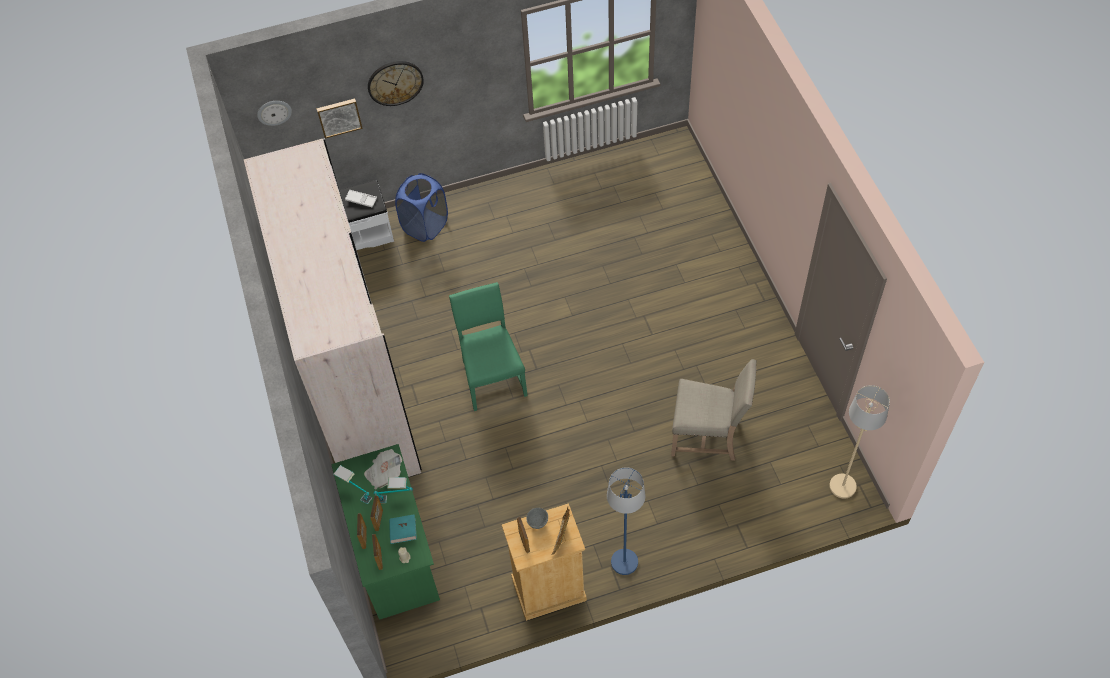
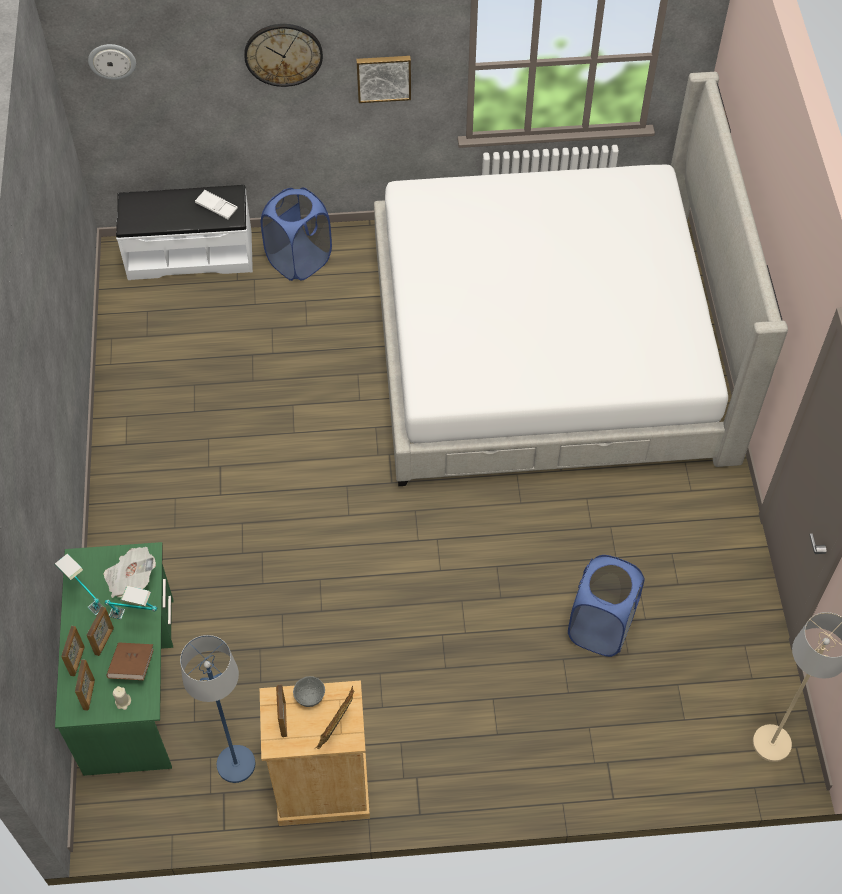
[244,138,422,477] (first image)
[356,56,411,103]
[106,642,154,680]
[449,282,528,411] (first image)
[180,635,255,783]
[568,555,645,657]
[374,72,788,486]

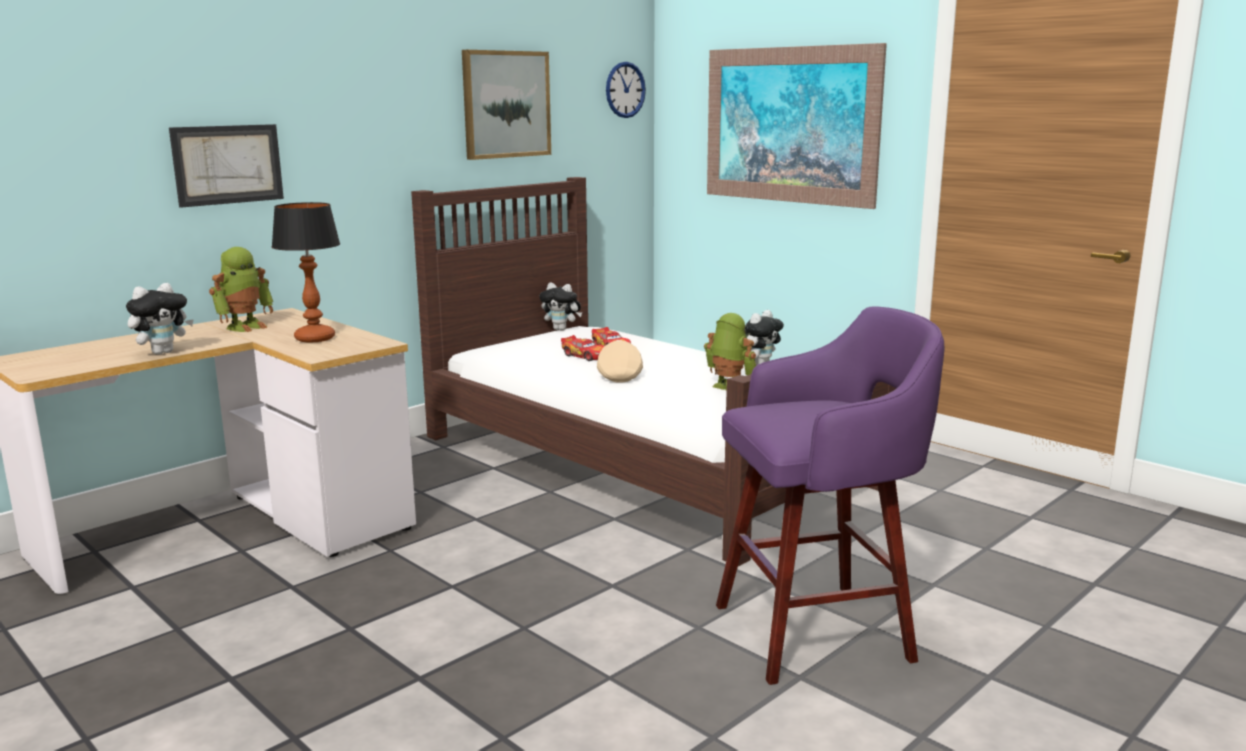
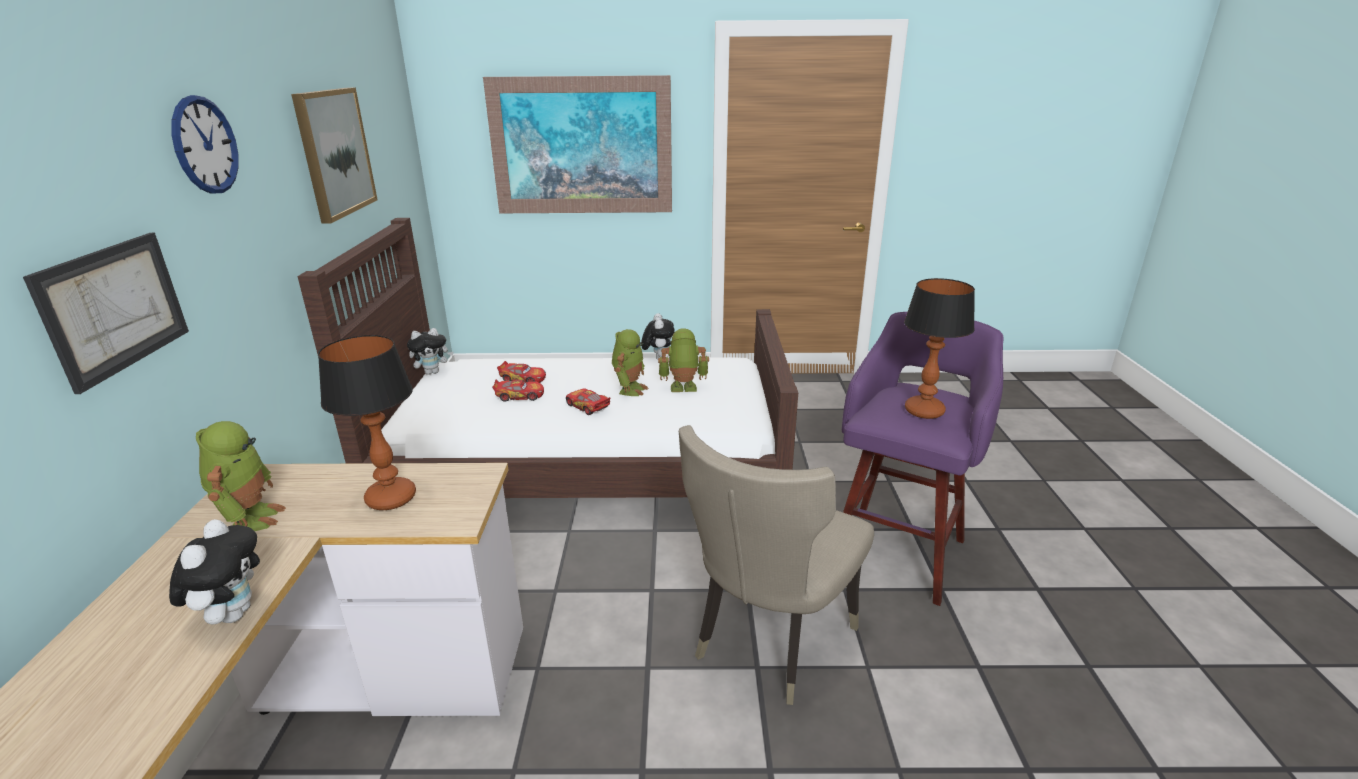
[566,388,610,415]
[172,95,239,193]
[612,329,649,396]
[679,425,874,705]
[904,278,975,419]

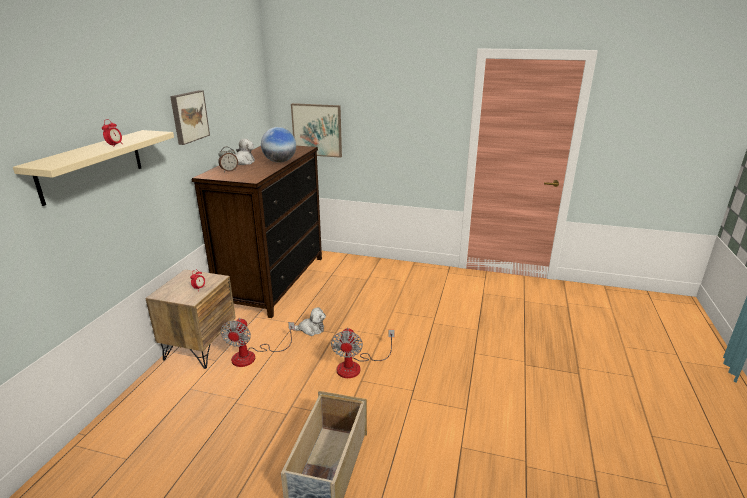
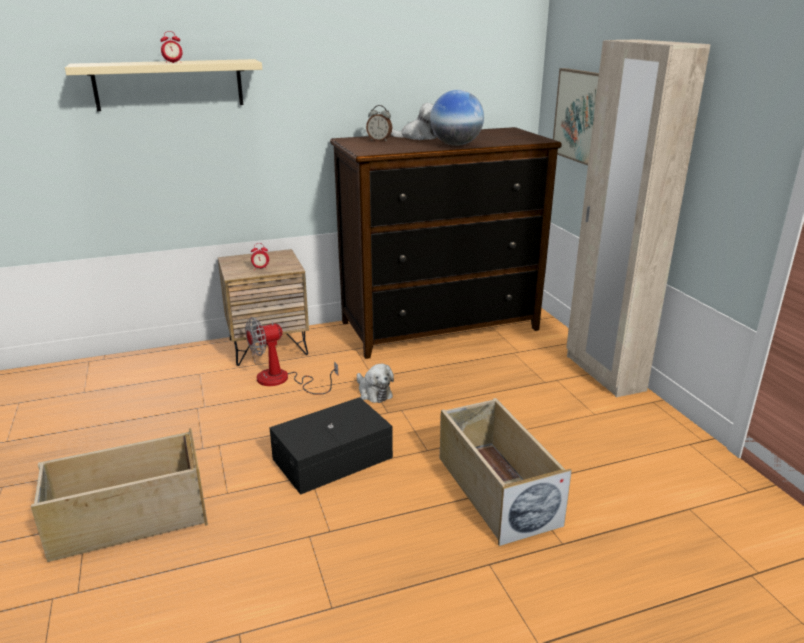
[170,90,210,145] (first image)
[270,397,393,495]
[440,398,572,546]
[566,39,711,397]

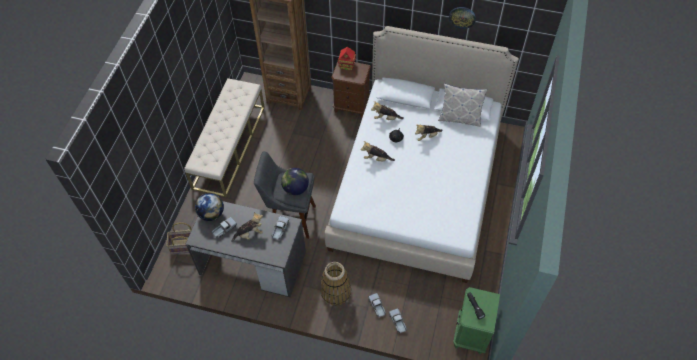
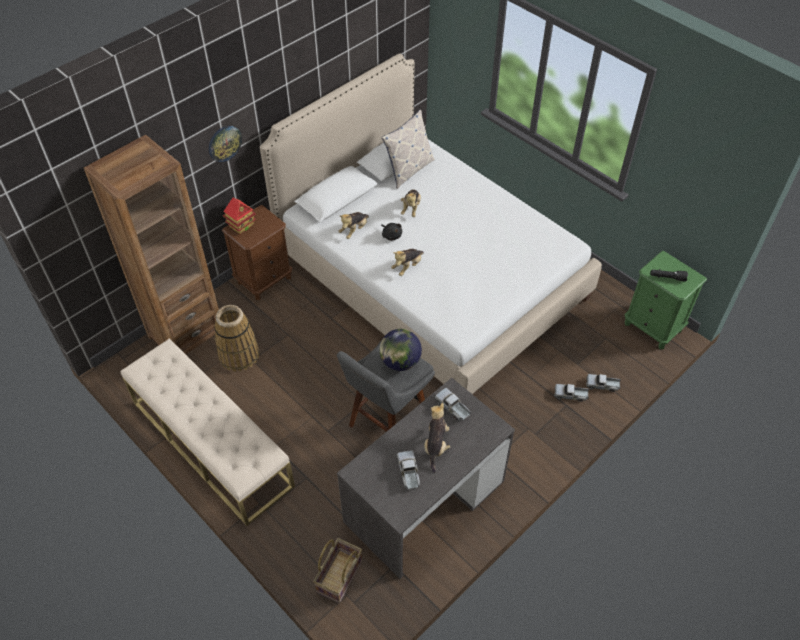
[195,193,224,221] (first image)
[214,305,259,372]
[209,126,242,162]

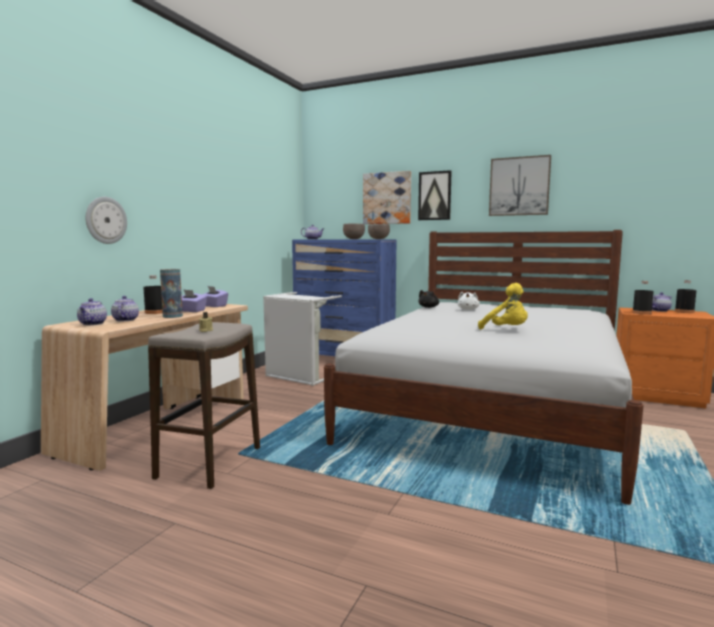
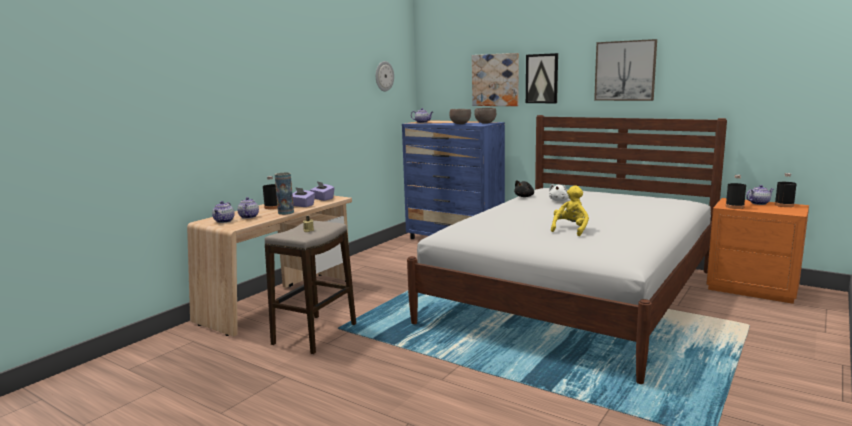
[376,61,394,91]
[263,292,342,386] (first image)
[551,185,589,236]

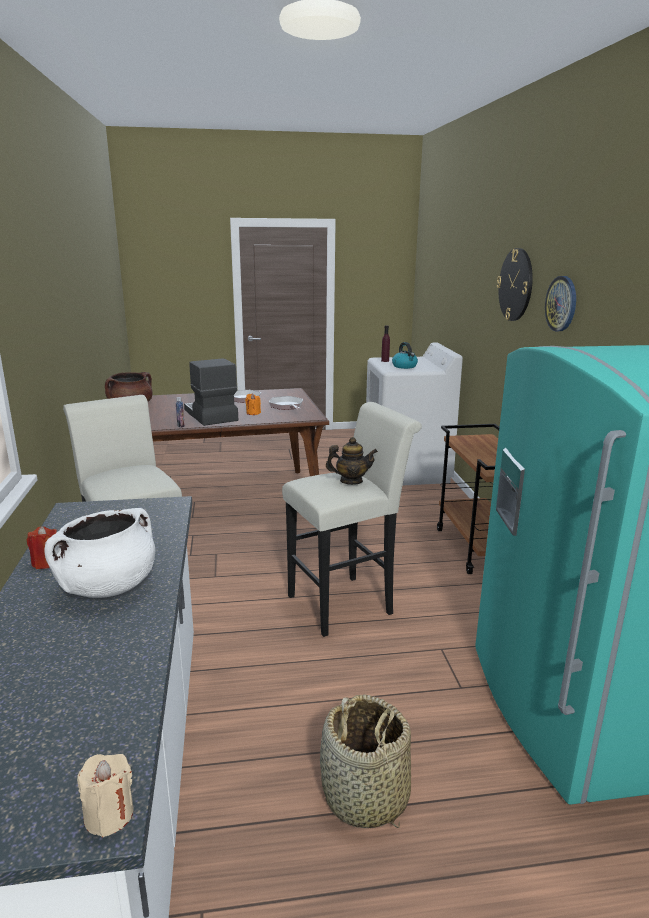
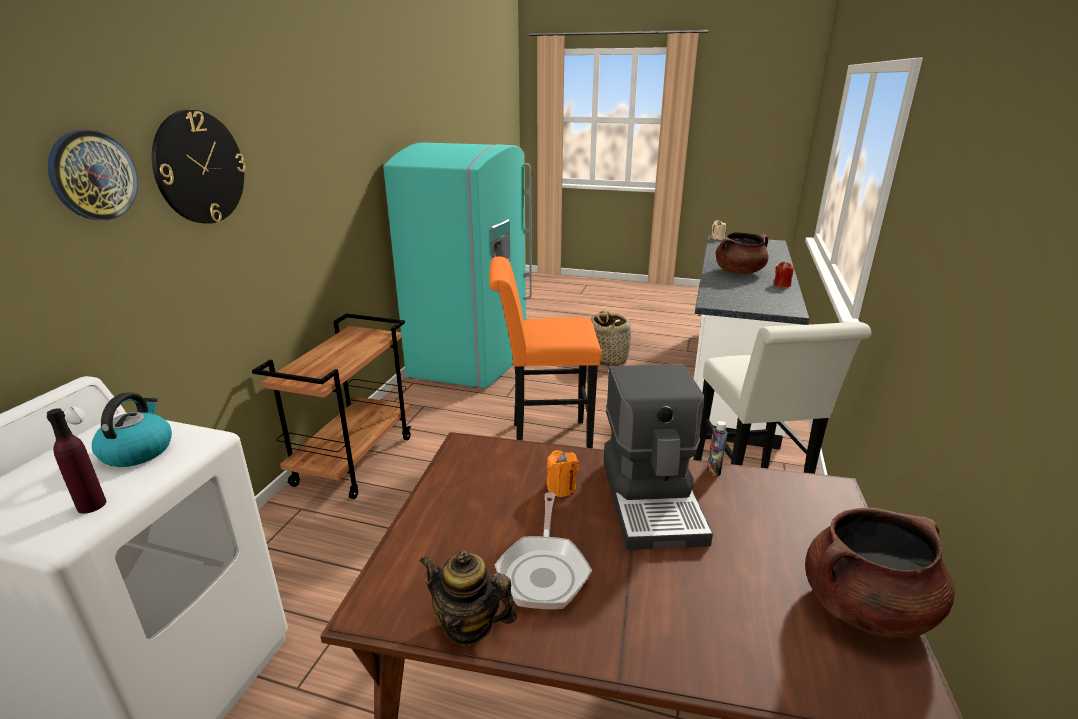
[716,232,769,274]
[269,396,303,410] (first image)
[489,256,602,448]
[419,550,517,646]
[48,130,138,220]

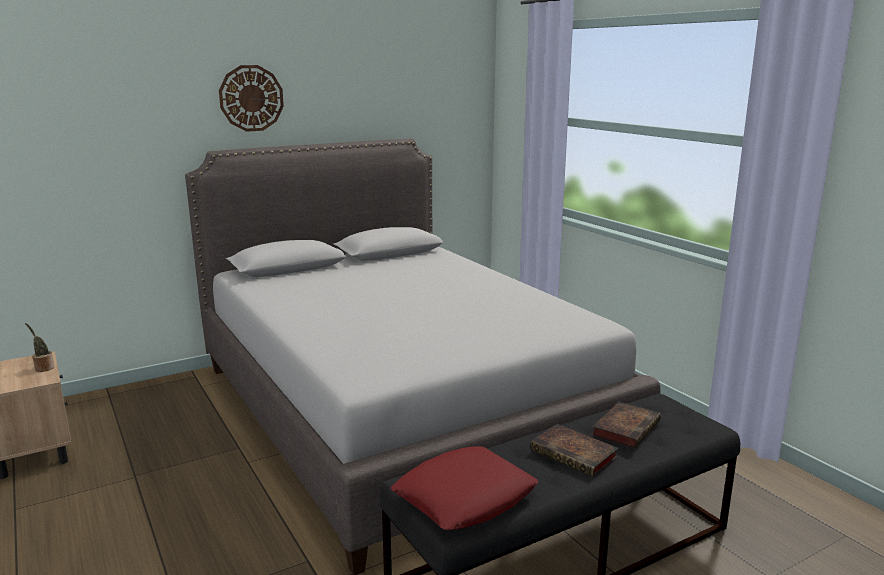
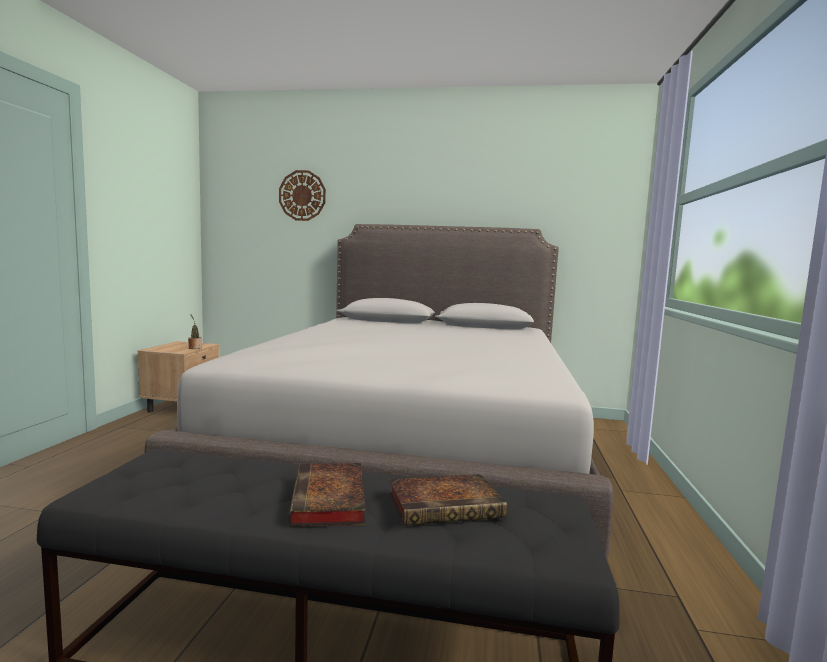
[279,170,326,221]
[391,446,538,530] (first image)

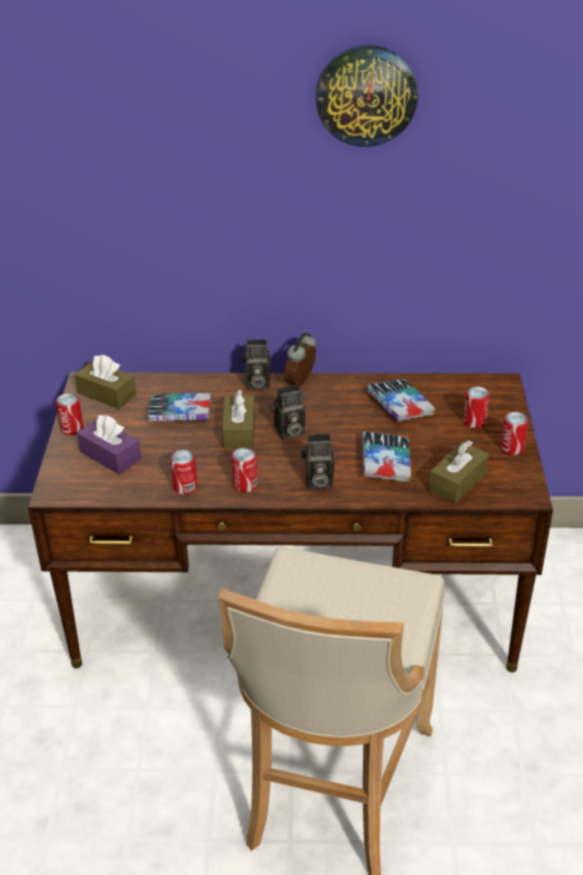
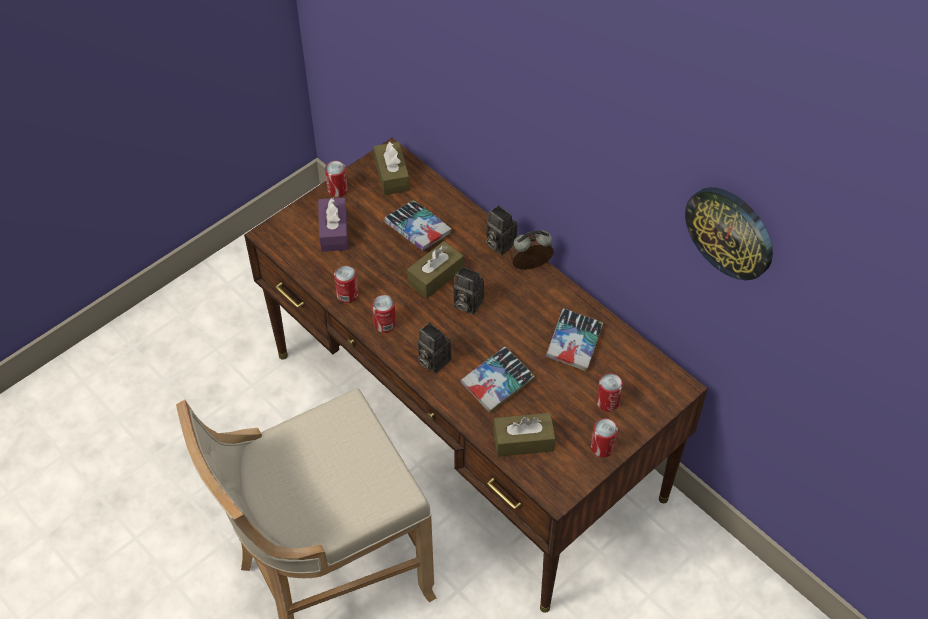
[685,187,773,280]

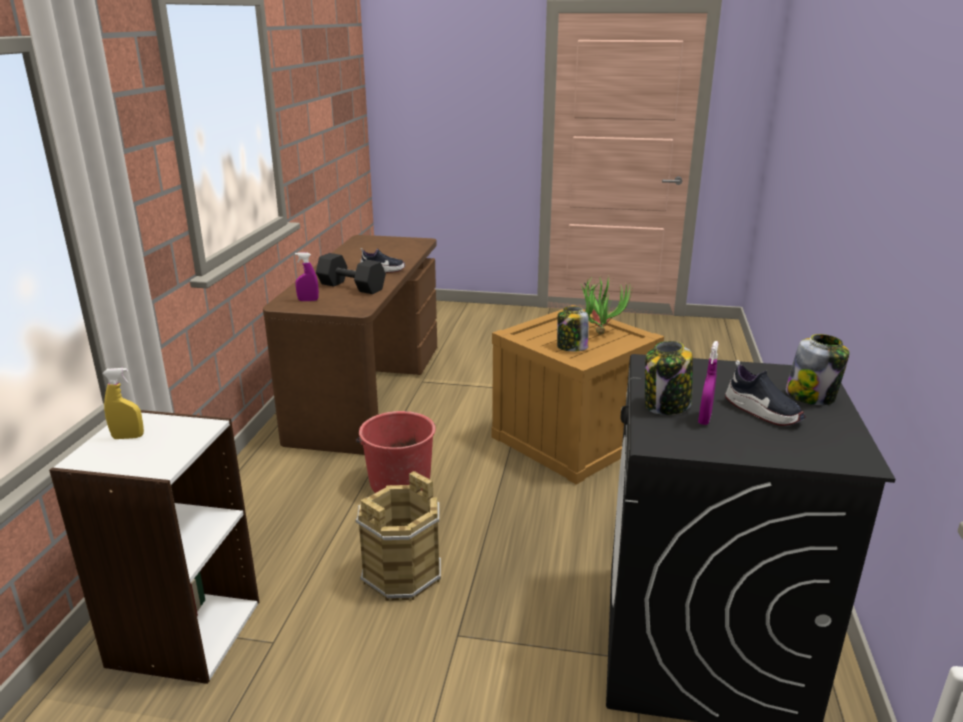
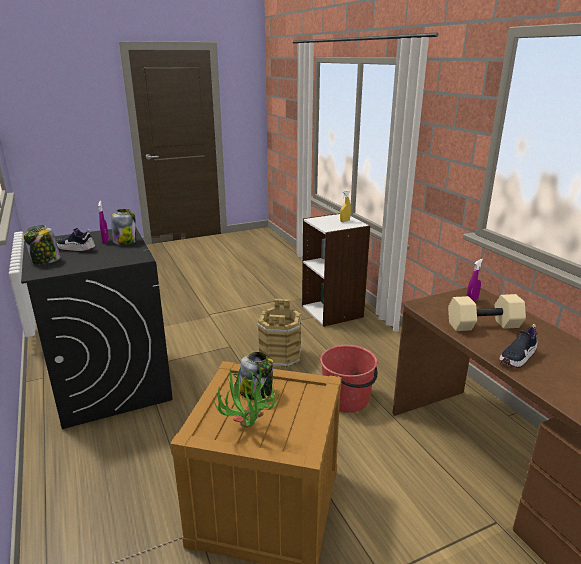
[448,294,526,331]

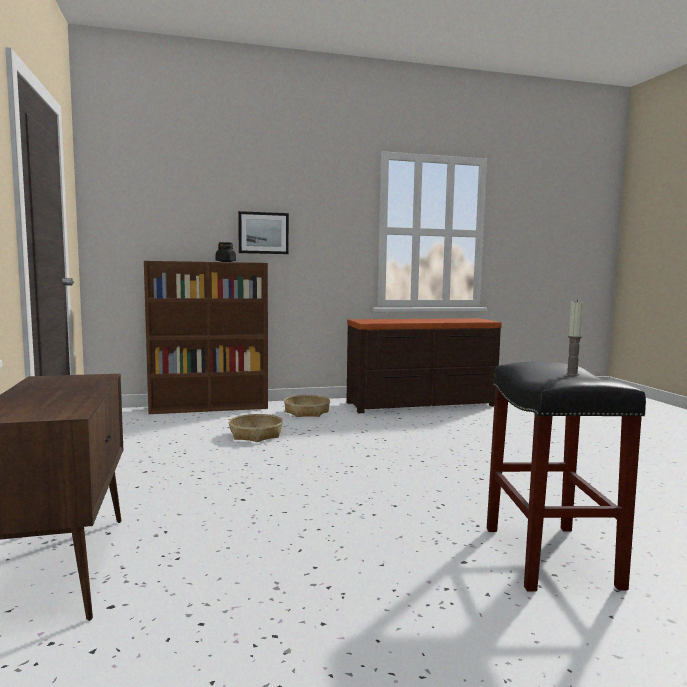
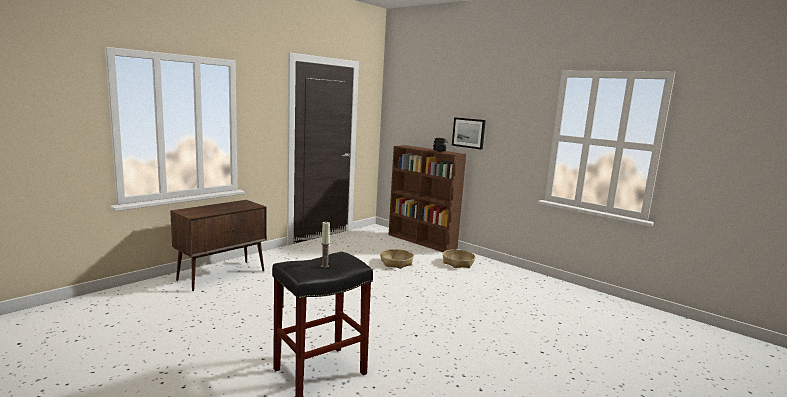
[346,318,502,413] (first image)

